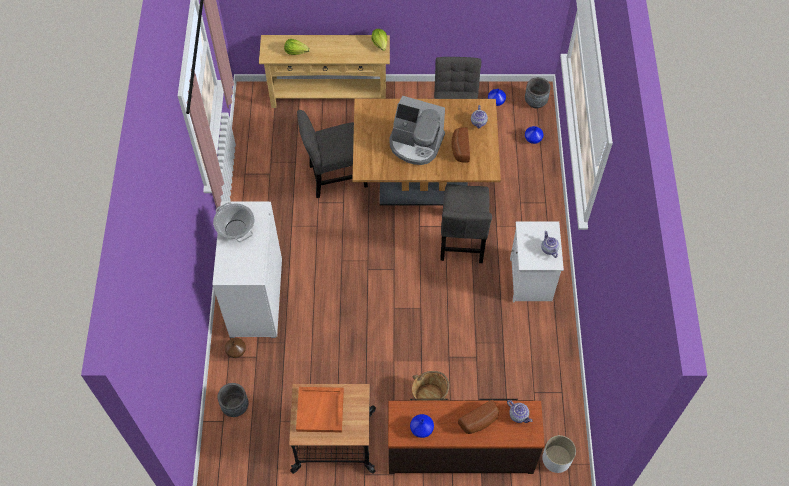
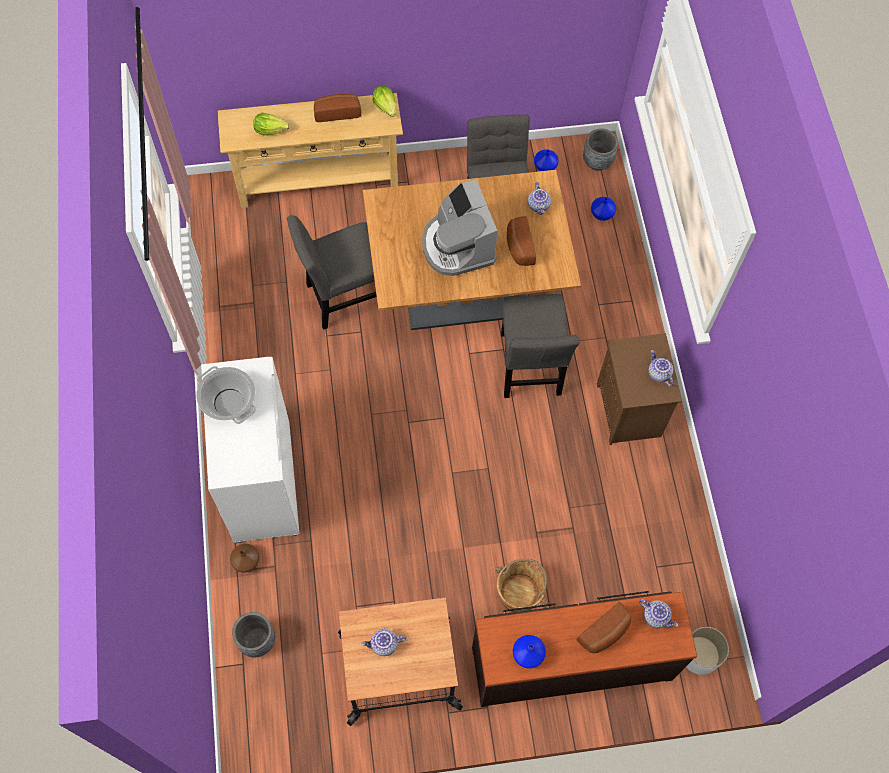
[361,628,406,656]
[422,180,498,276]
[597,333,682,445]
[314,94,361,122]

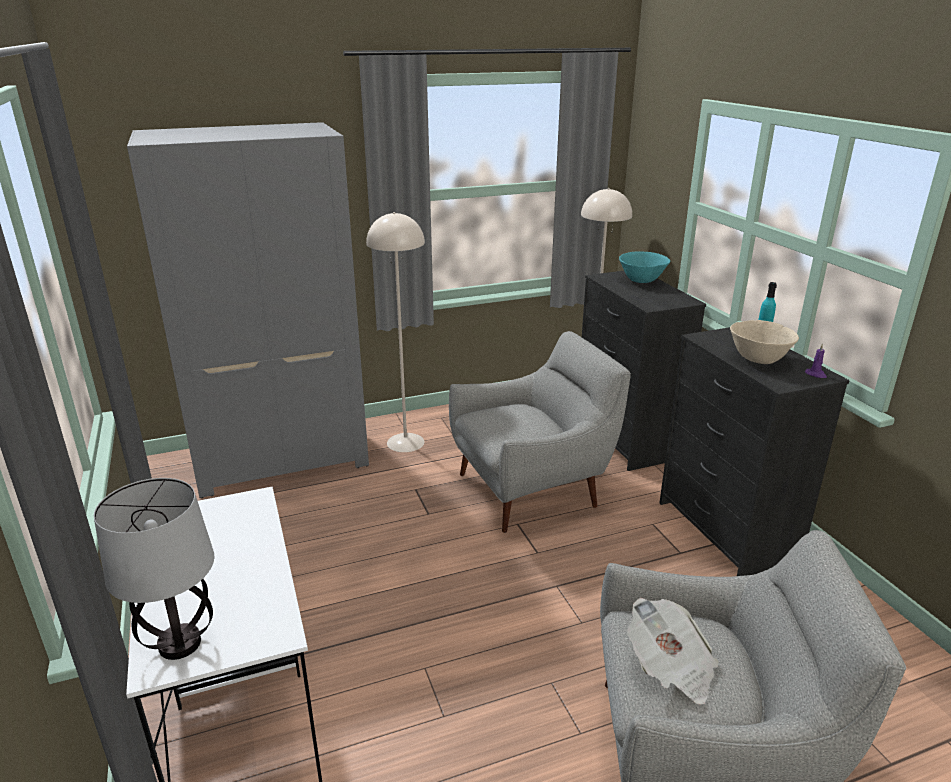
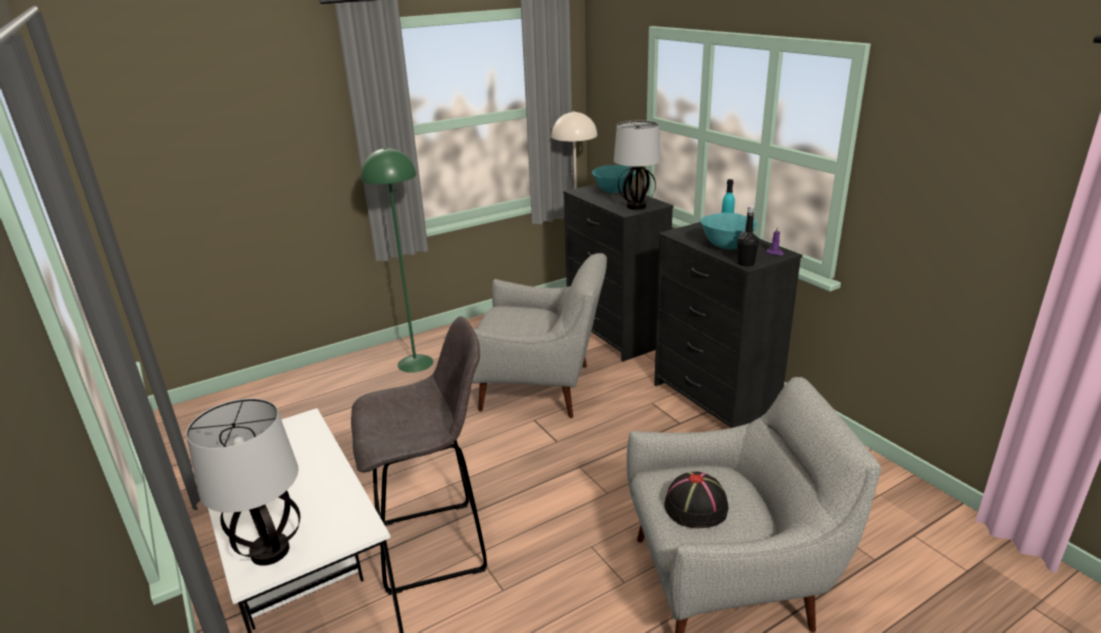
[127,122,369,498] (first image)
[361,147,433,373]
[472,253,607,418]
[664,471,728,528]
[700,213,758,249]
[351,316,488,595]
[614,120,661,210]
[737,206,759,267]

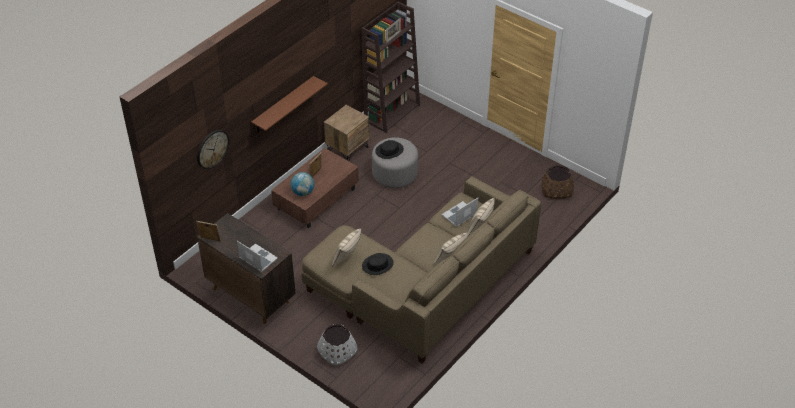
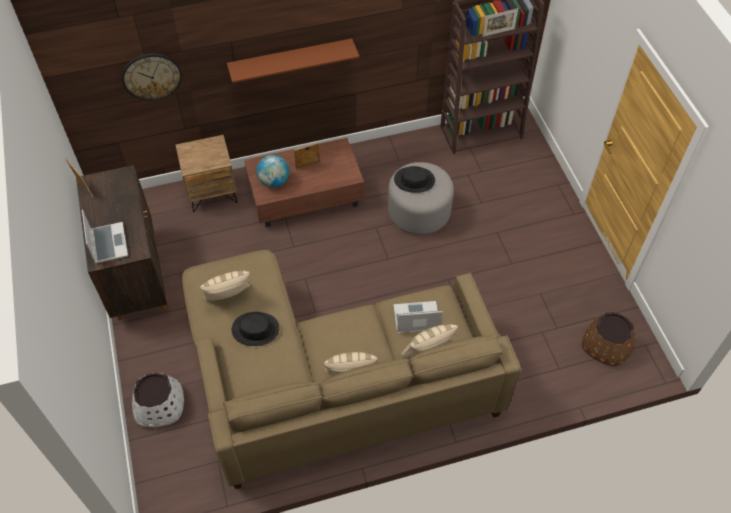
[175,135,238,212]

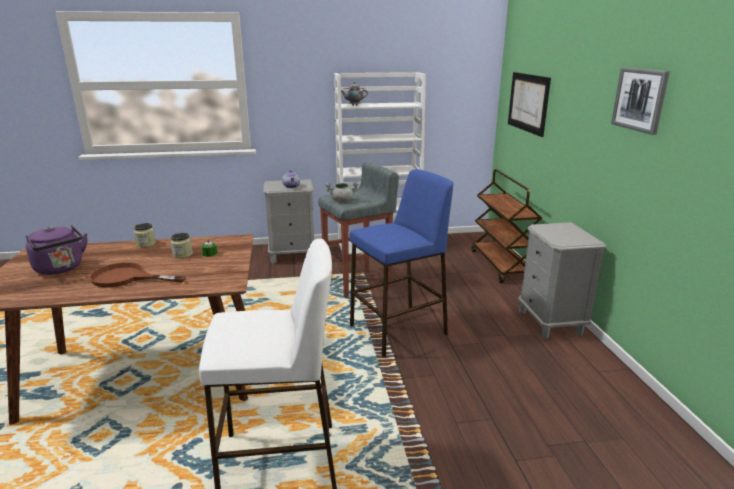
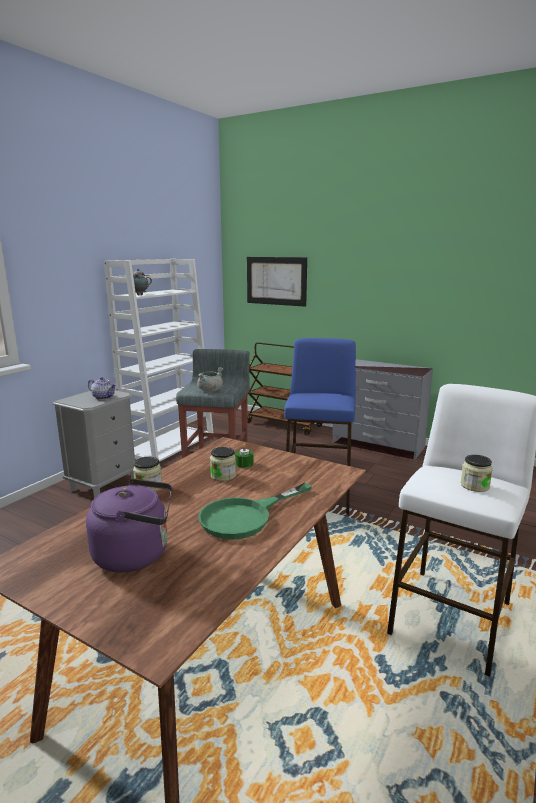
[198,483,312,539]
[332,359,433,460]
[611,67,670,135] (first image)
[460,455,493,492]

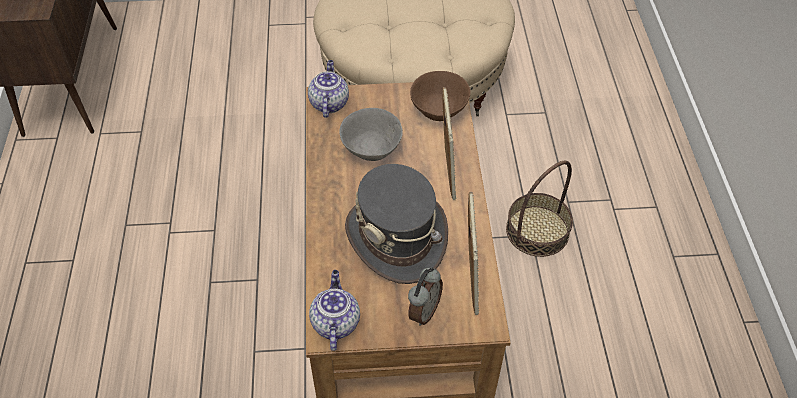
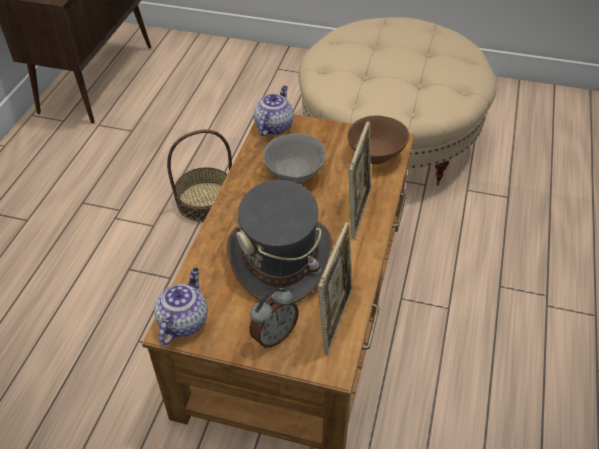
[167,129,232,222]

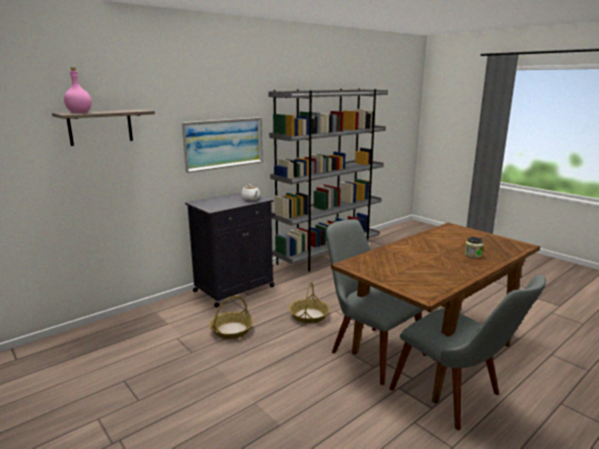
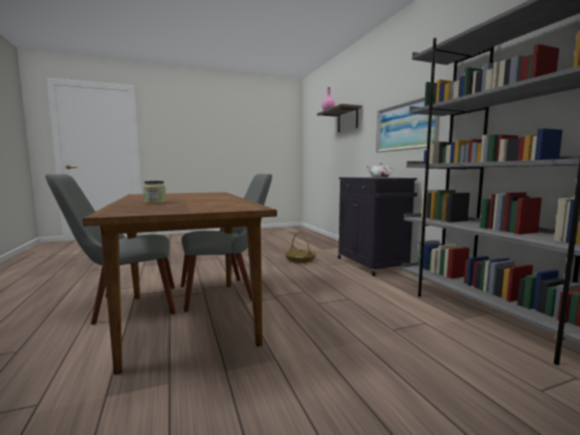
[289,282,330,324] (first image)

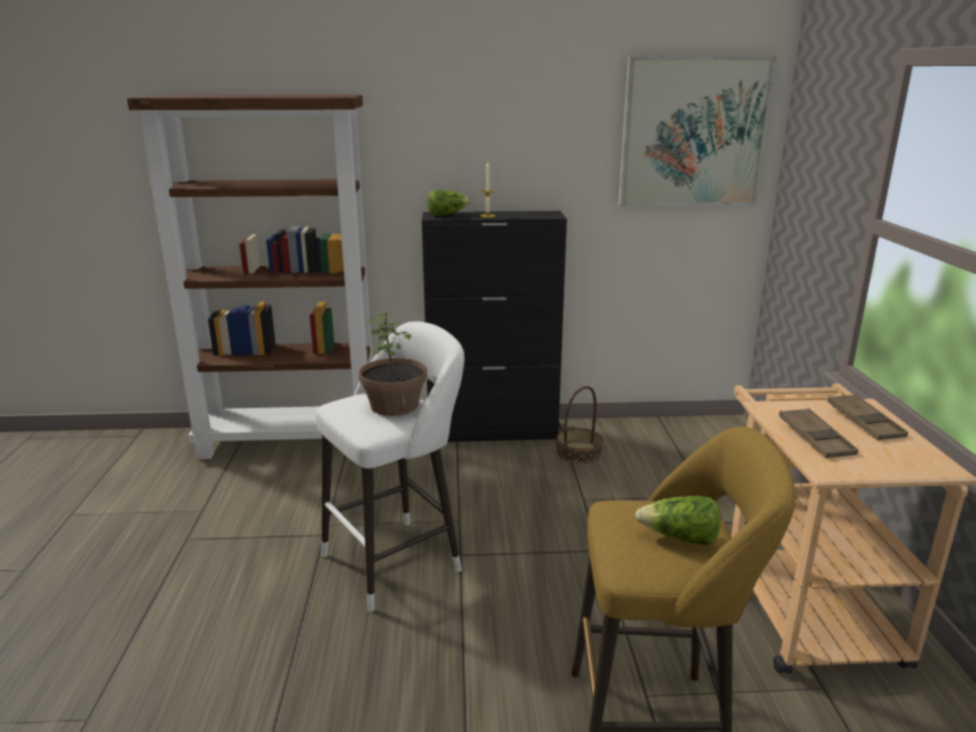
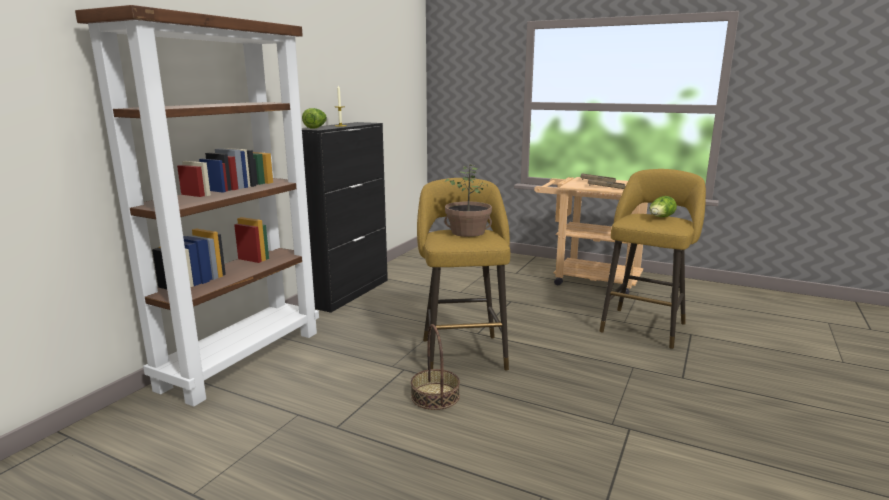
[417,178,510,371]
[411,324,460,410]
[618,56,776,206] (first image)

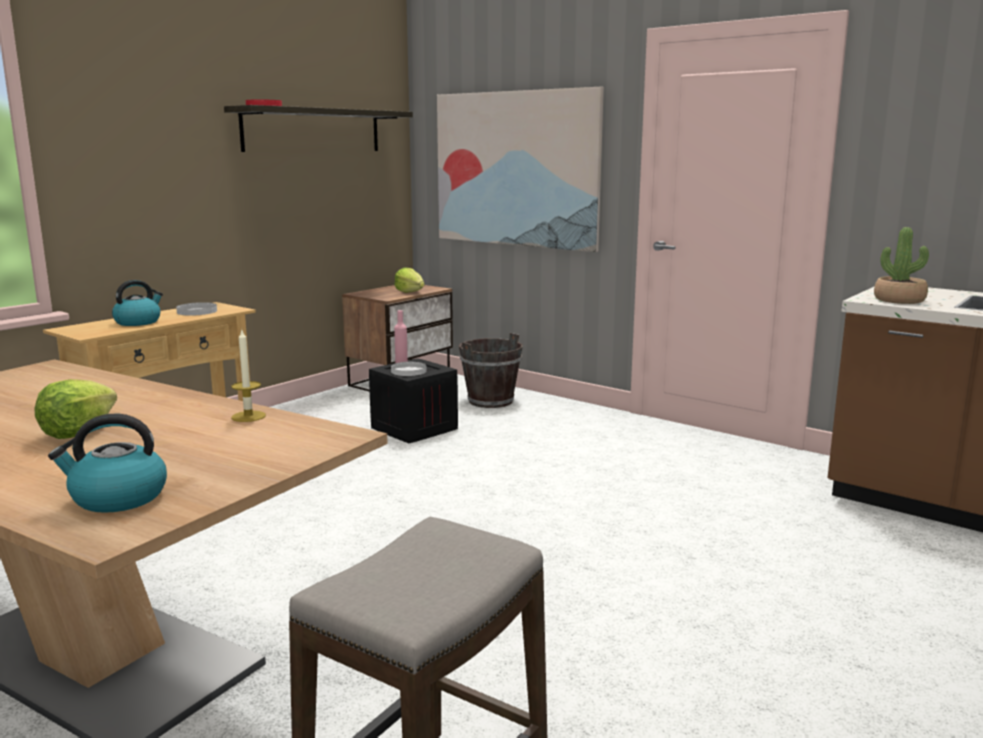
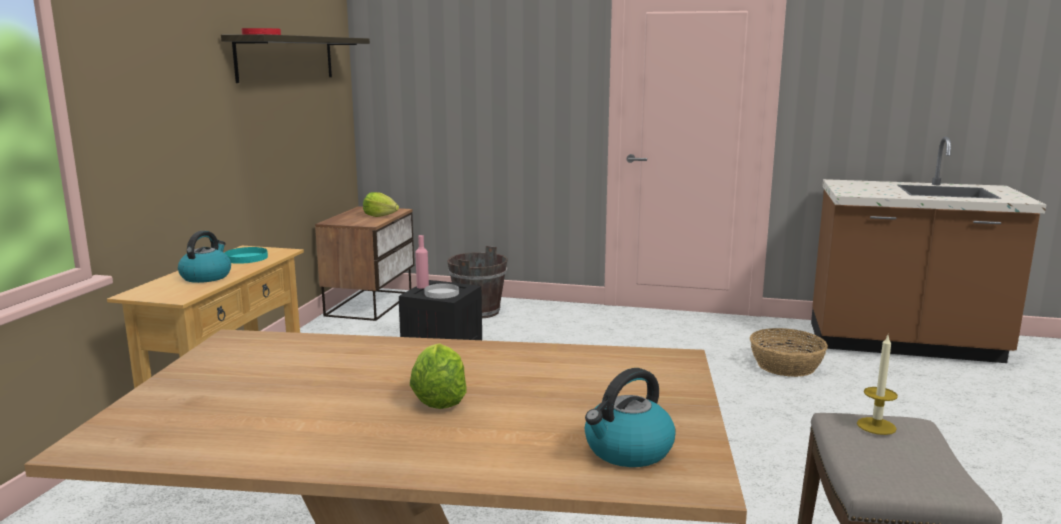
[224,247,268,264]
[857,335,898,435]
[437,87,604,252] (first image)
[874,227,929,304] (first image)
[750,328,828,377]

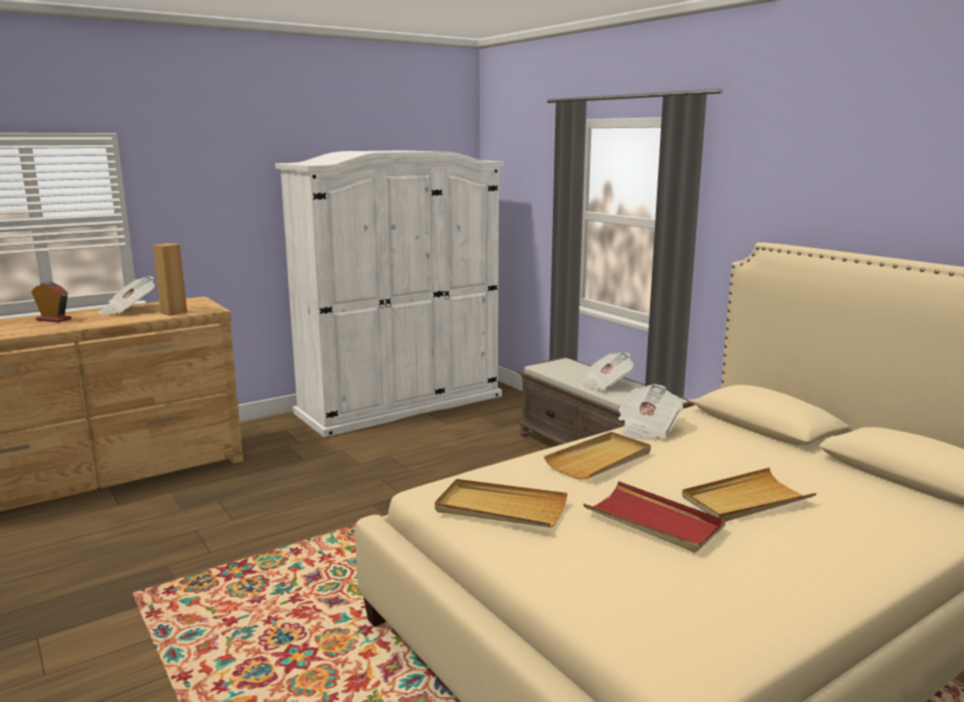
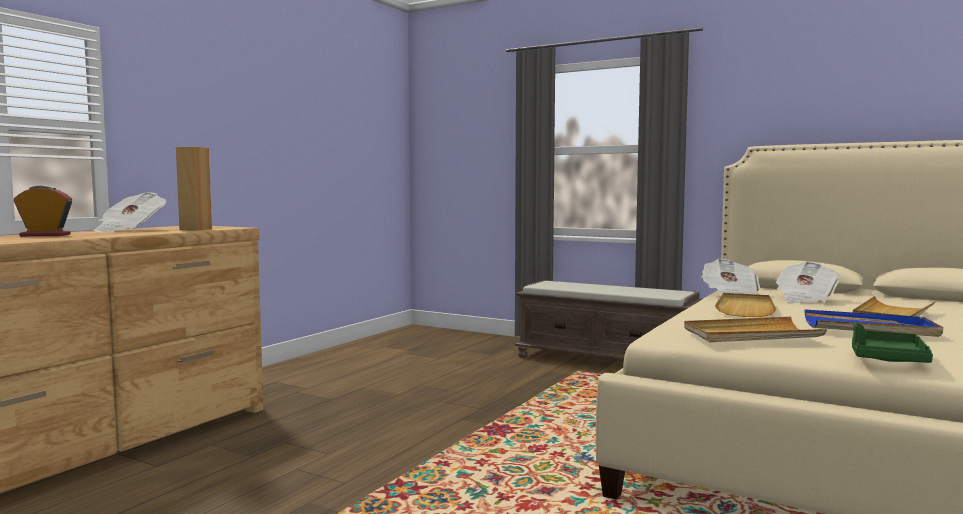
[275,151,504,437] (first image)
[775,262,841,303]
[804,309,943,337]
[852,323,933,363]

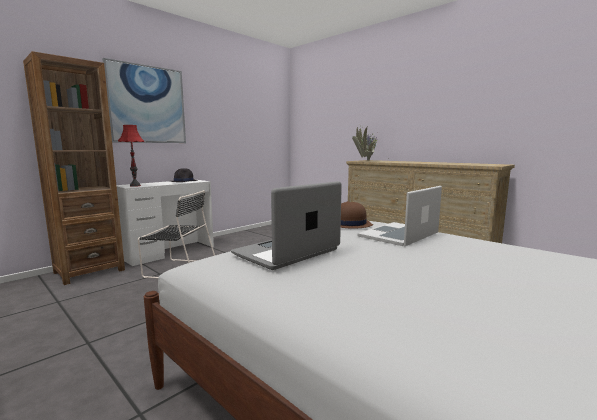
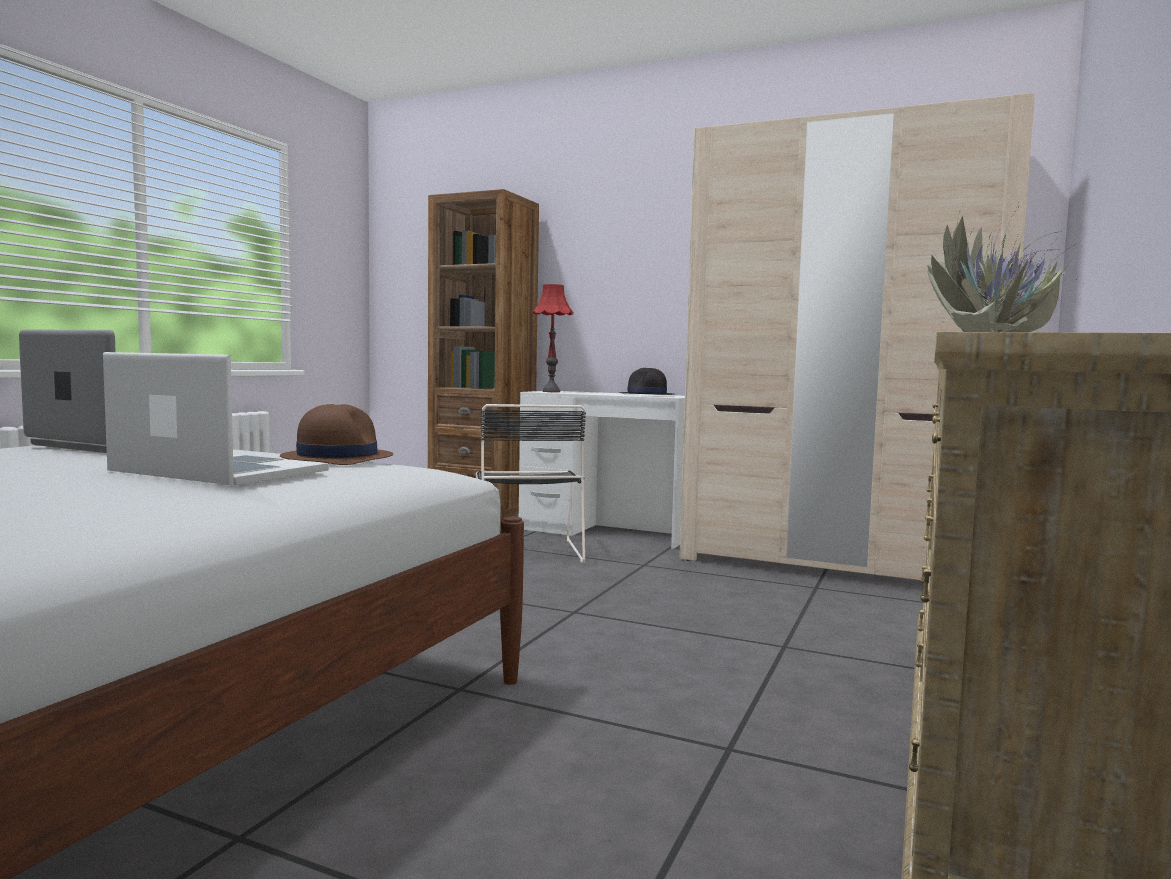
[102,58,186,143] (first image)
[679,93,1035,580]

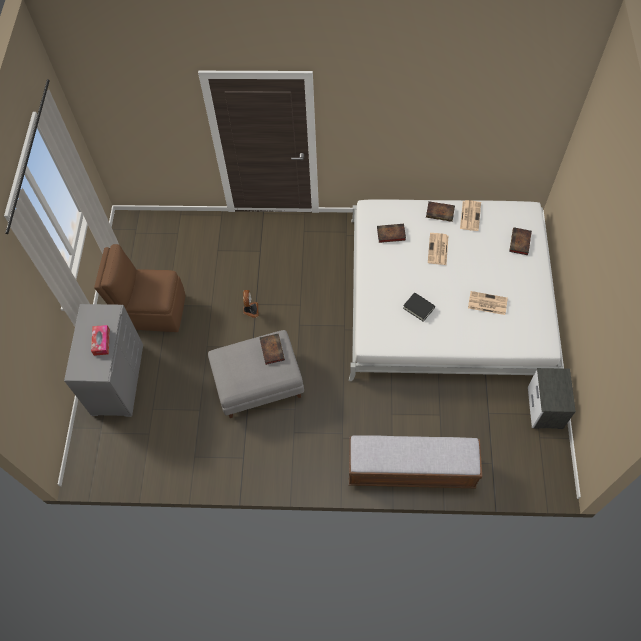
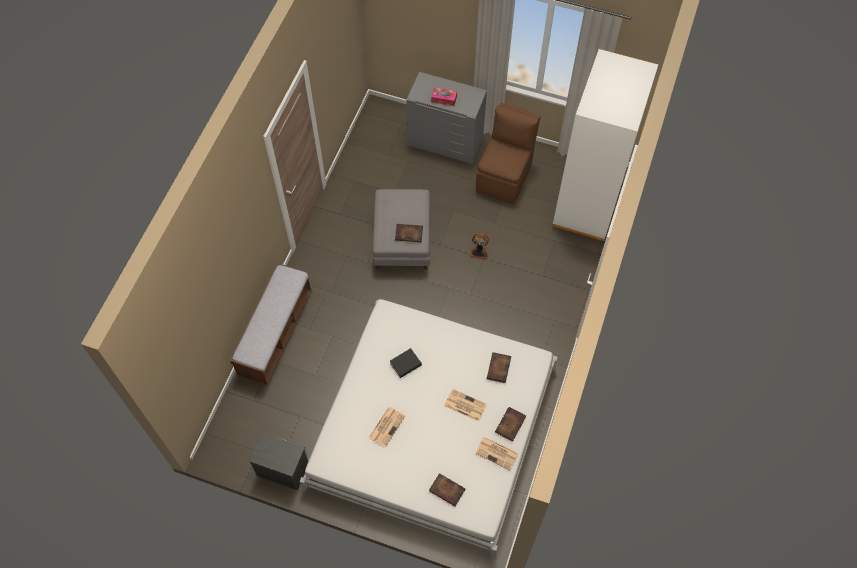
[553,49,658,241]

